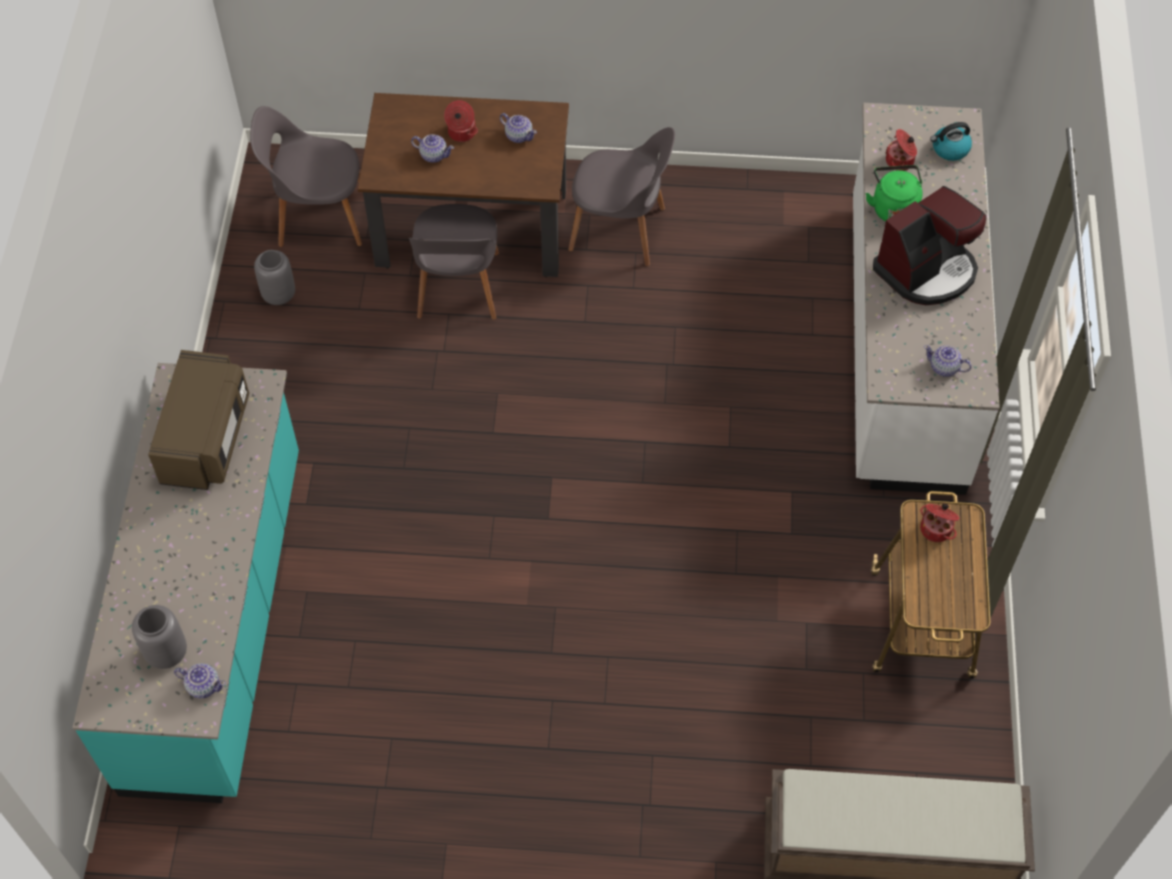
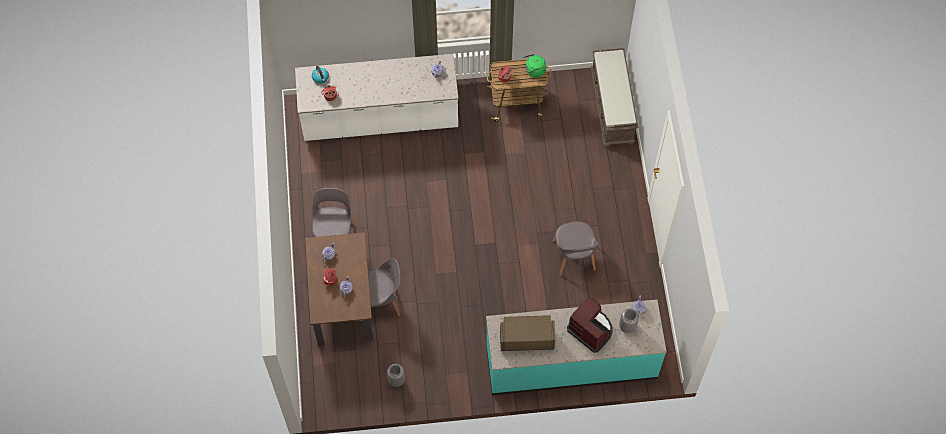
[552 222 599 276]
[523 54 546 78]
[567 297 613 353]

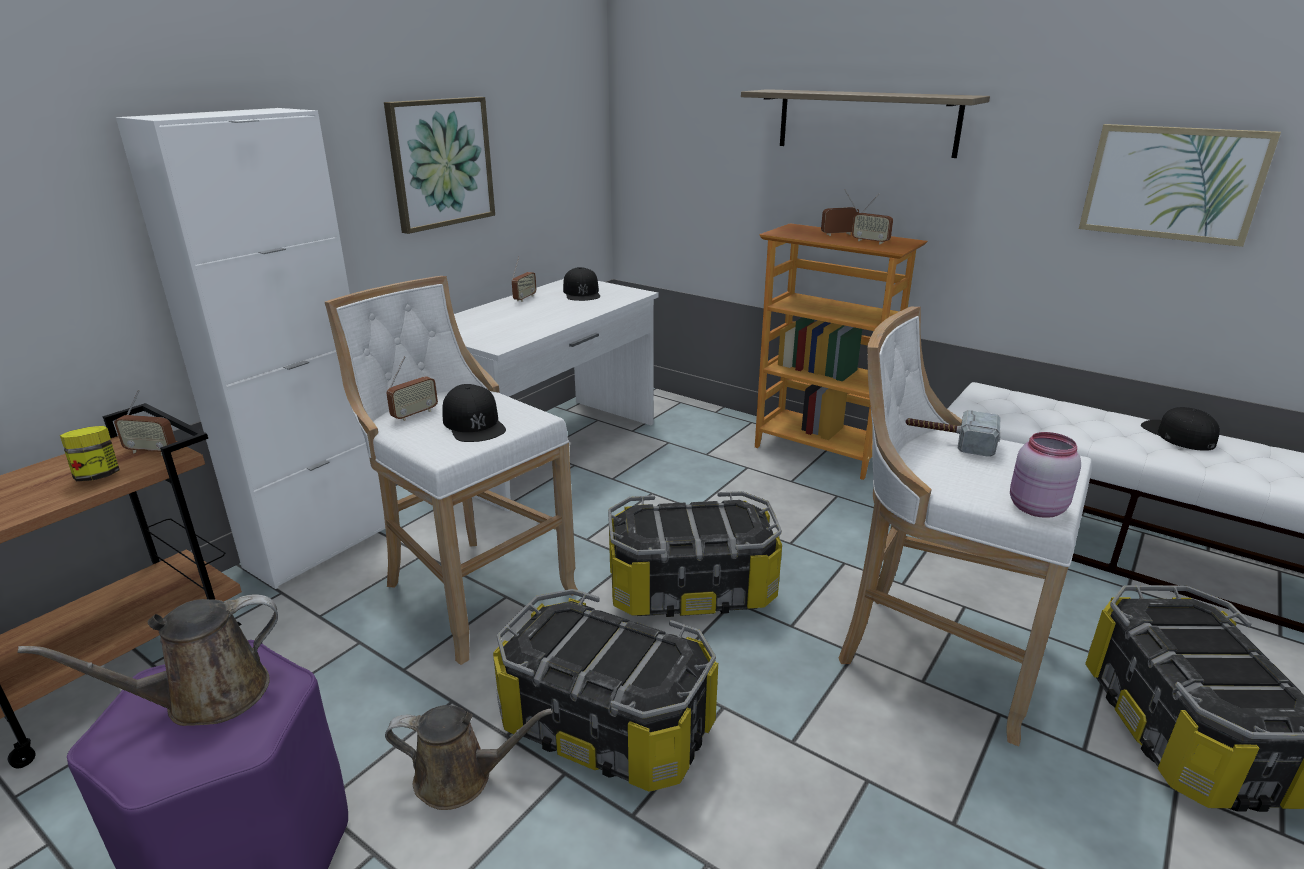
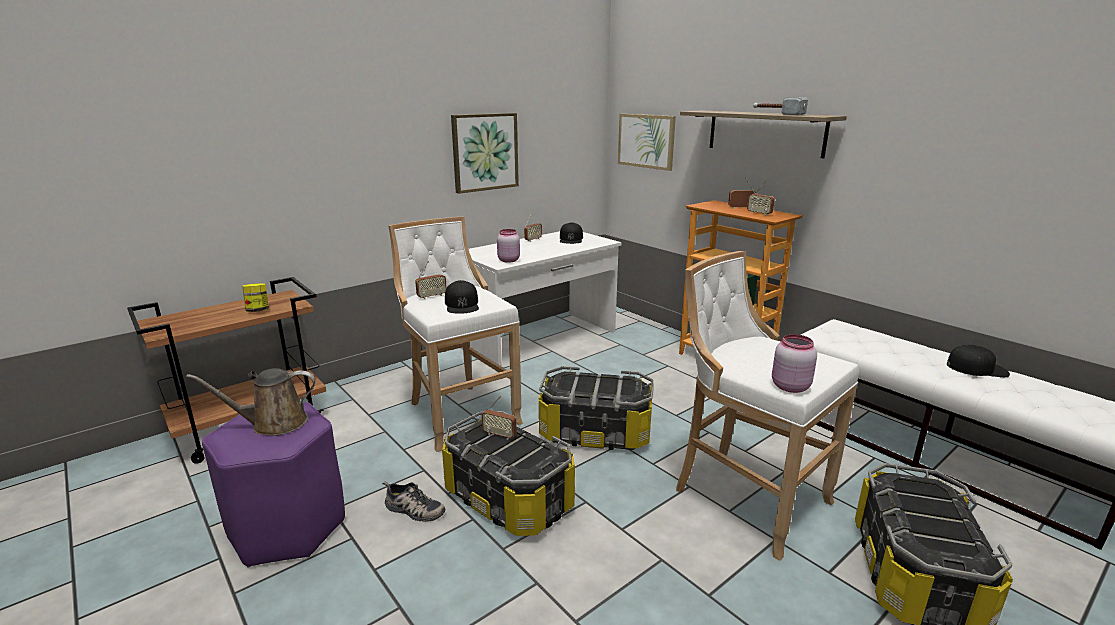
[116 108 385 589] (first image)
[497 229 520 263]
[481 396 517 440]
[753 97 808 115]
[618 114 676 171]
[382 481 445 522]
[947 345 1010 377]

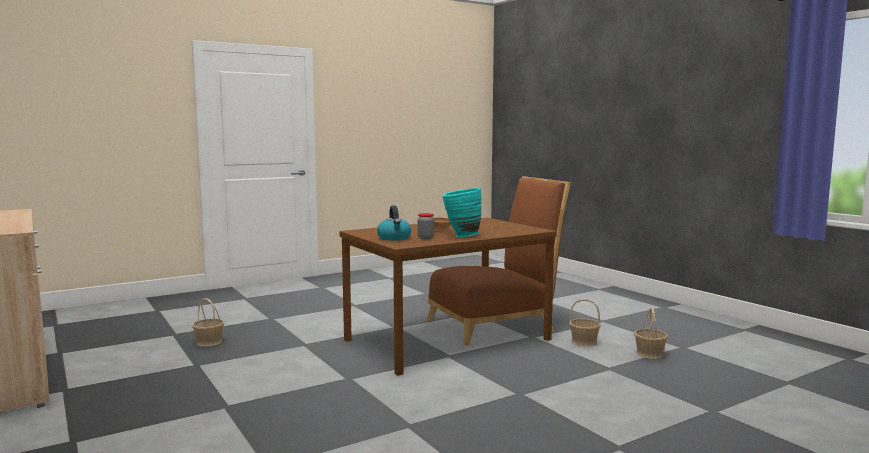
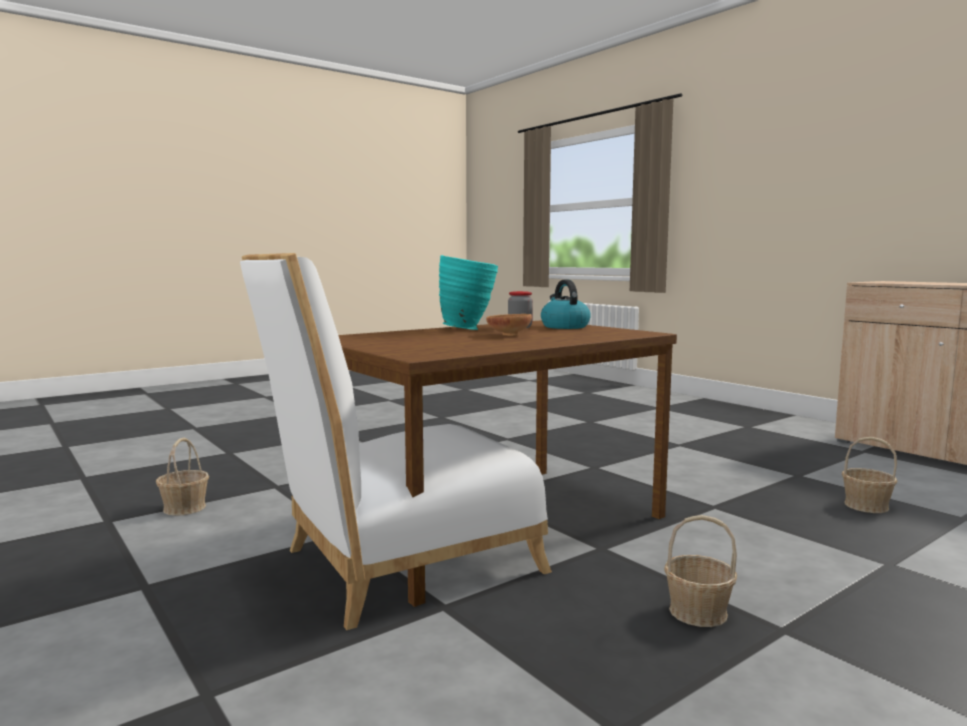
[664 515 737 627]
[240 253 552 630]

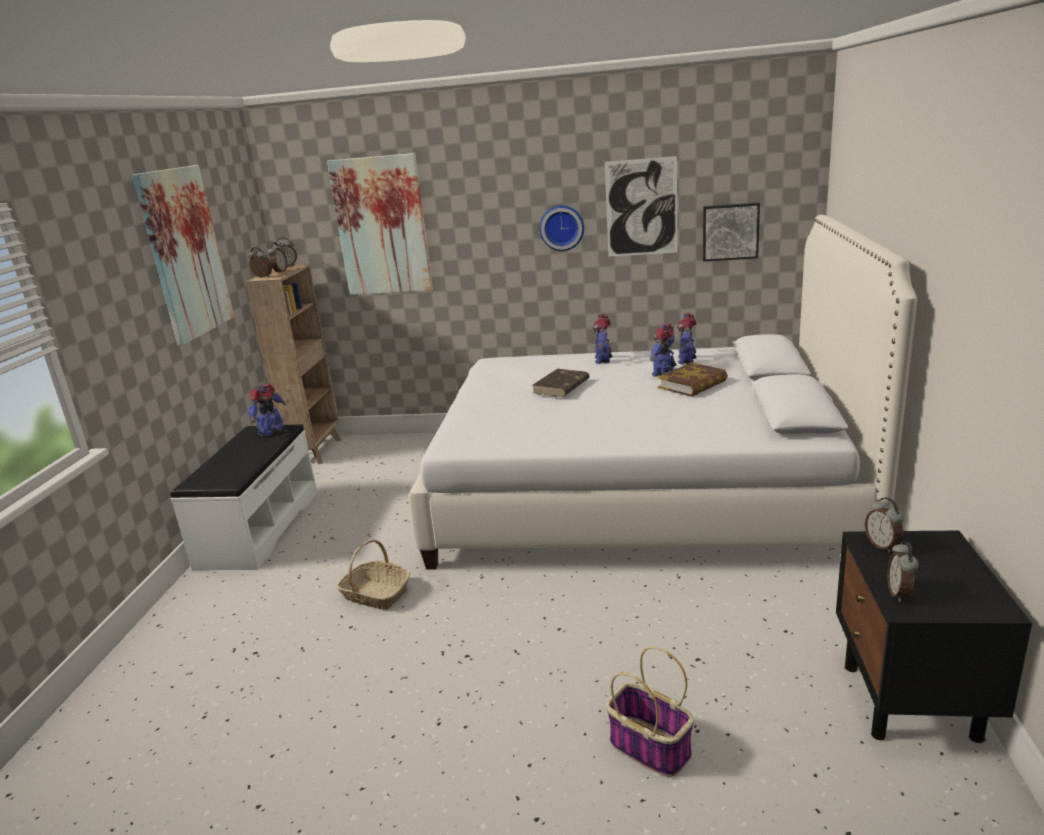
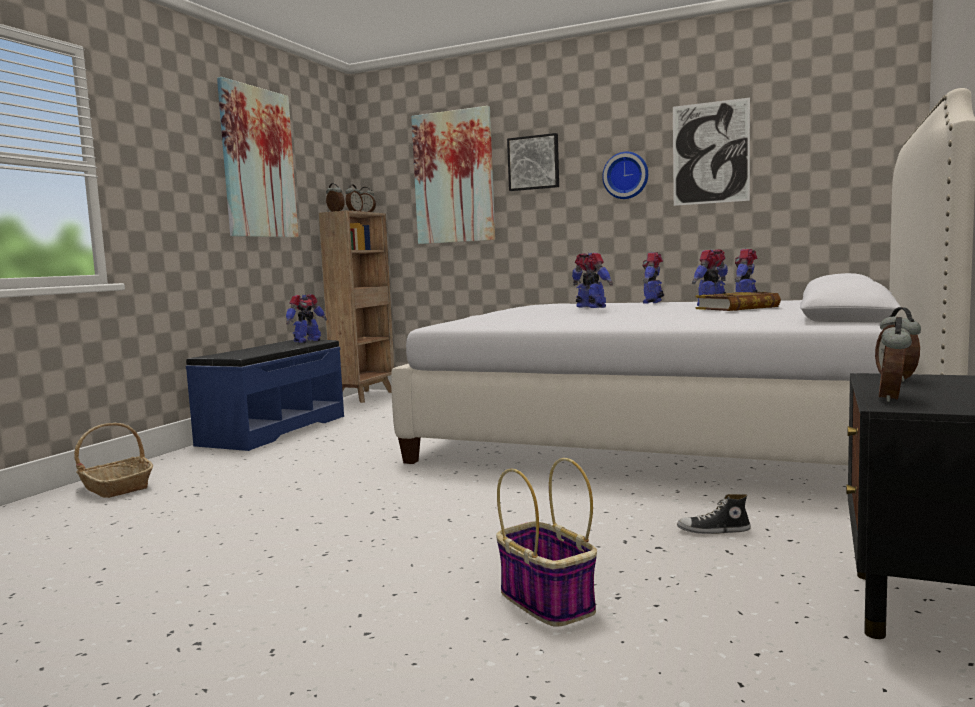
[677 494 751 534]
[74 423 153 498]
[507 133 559 191]
[572 253 613 308]
[186 340 344 451]

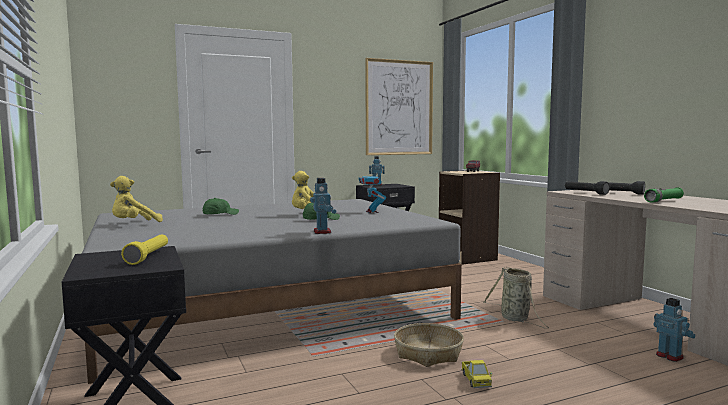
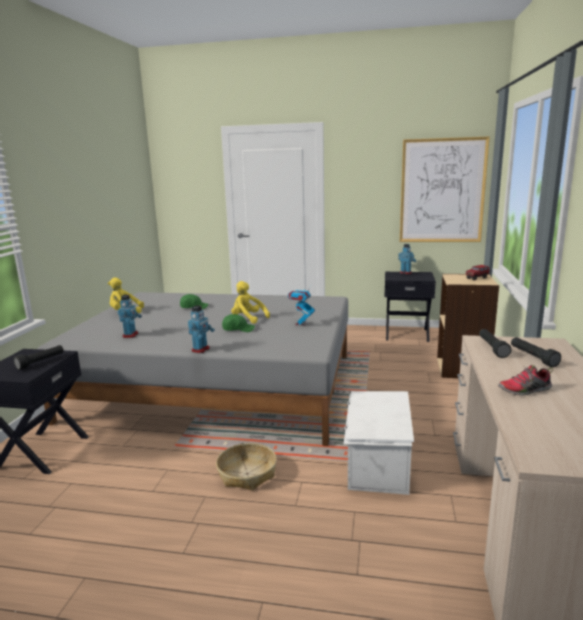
[461 360 492 388] (first image)
[118 295 142 338]
[344 391 414 495]
[498 365 553 396]
[14 345 64 370]

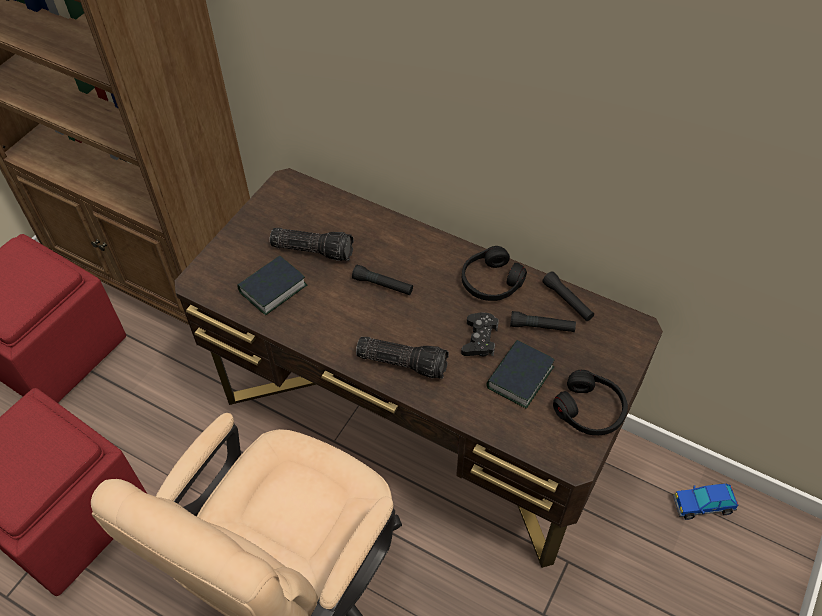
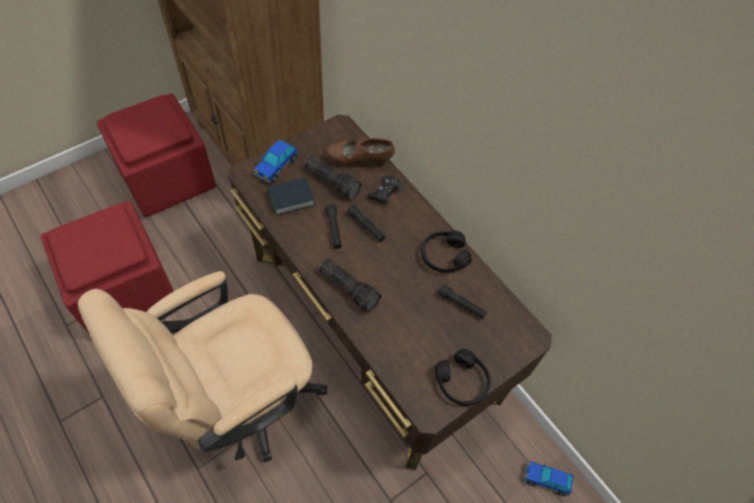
[486 340 555 408] (first image)
[254 140 298 183]
[325 137 395 165]
[368 175 402 206]
[325 205 342 249]

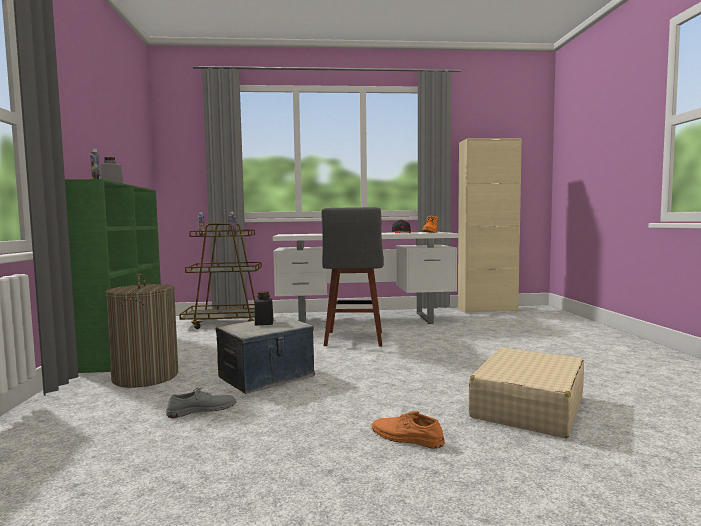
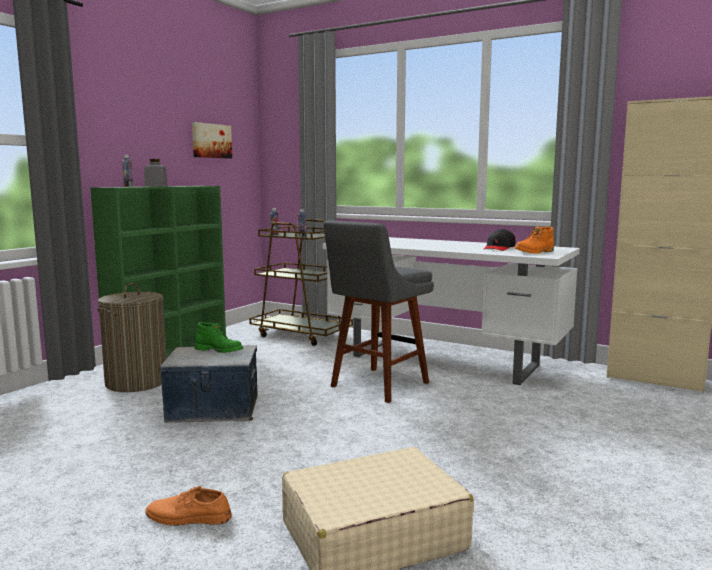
[166 387 237 418] (first image)
[192 122 232 159]
[195 322 243 353]
[146 485 232 526]

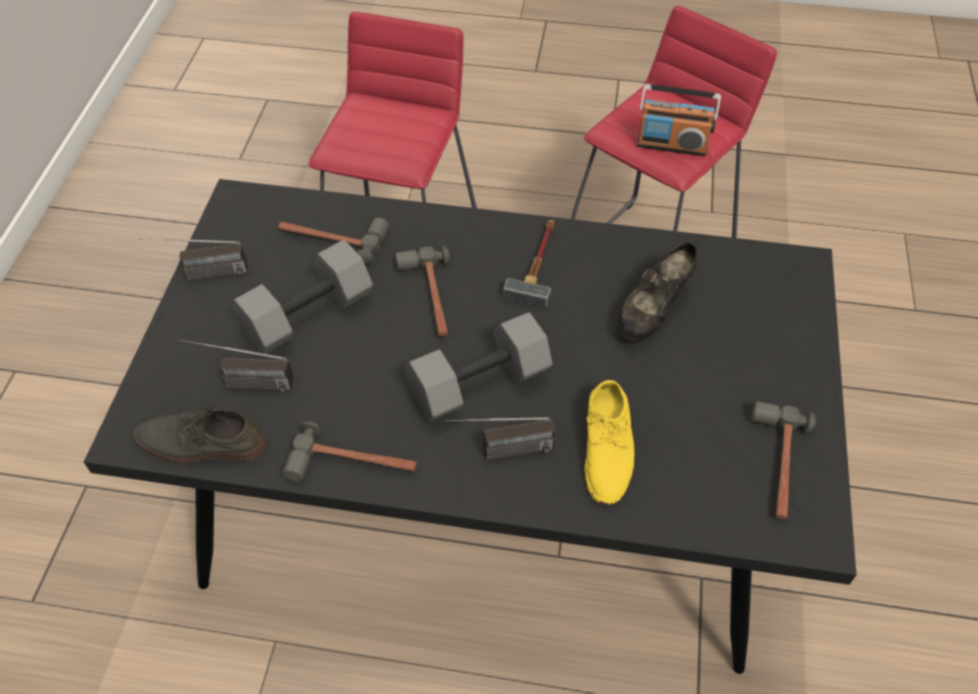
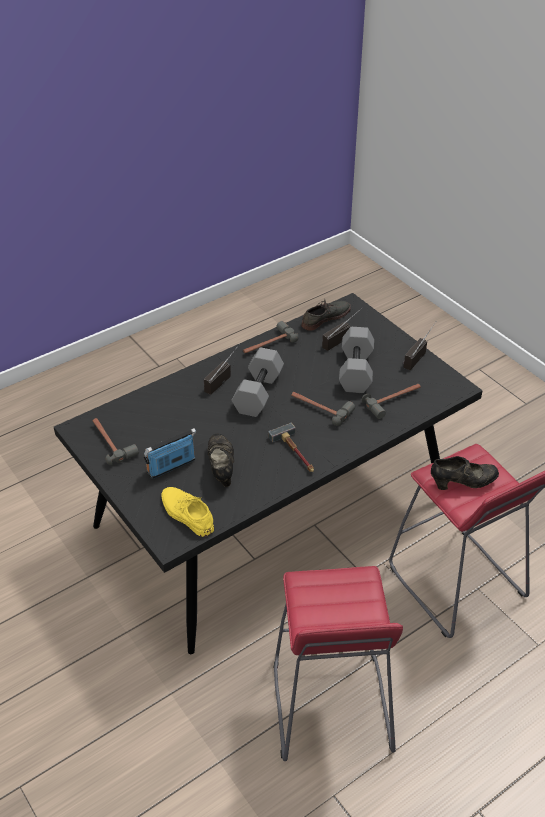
[431 456 499 490]
[161 487 214 537]
[144 428 196 479]

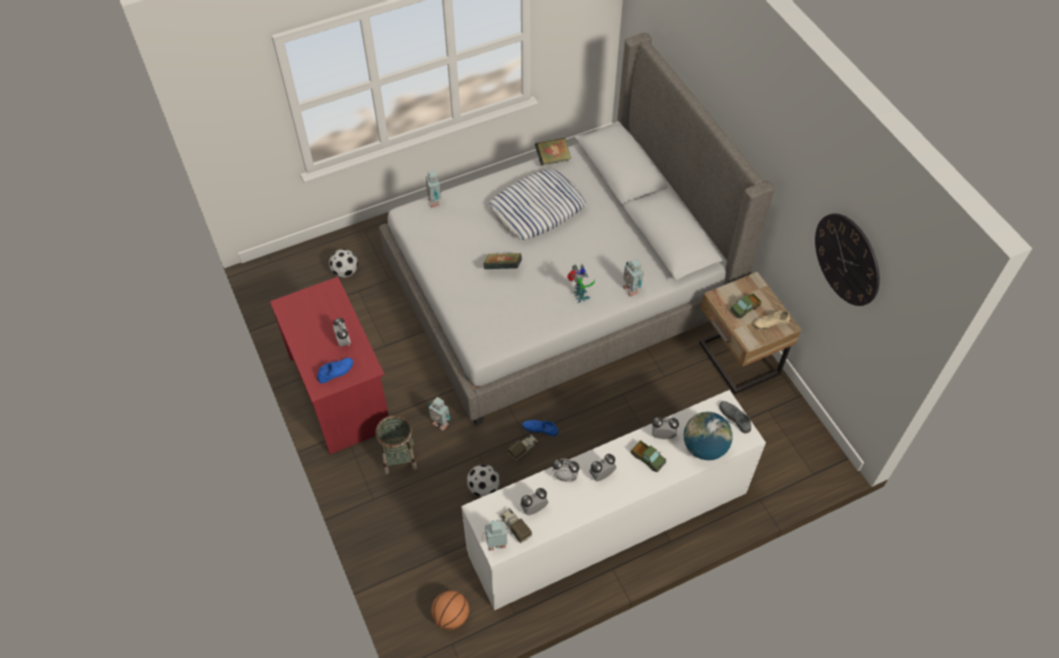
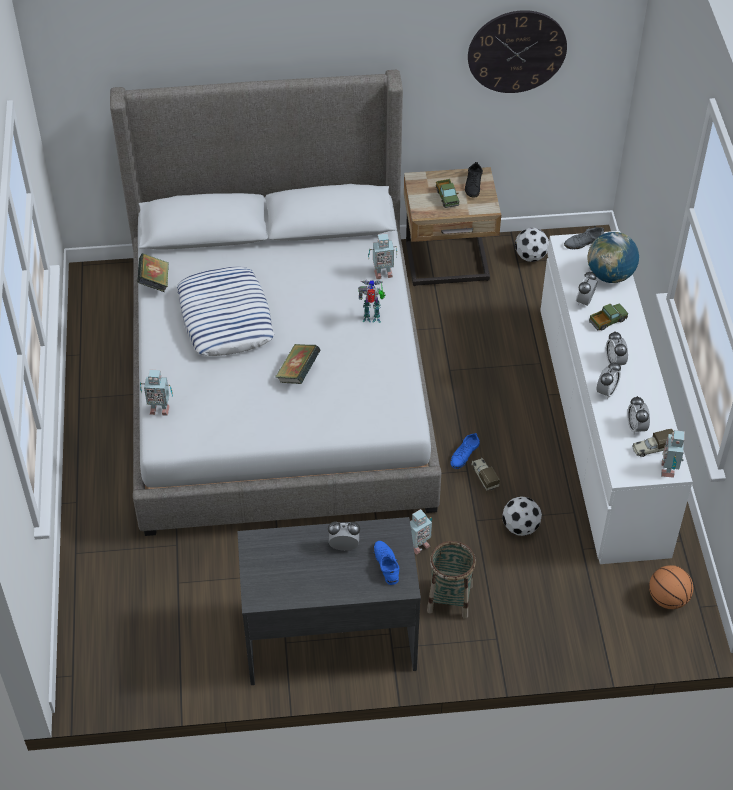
[515 228 549 262]
[237 517 421 685]
[465 162 483 198]

